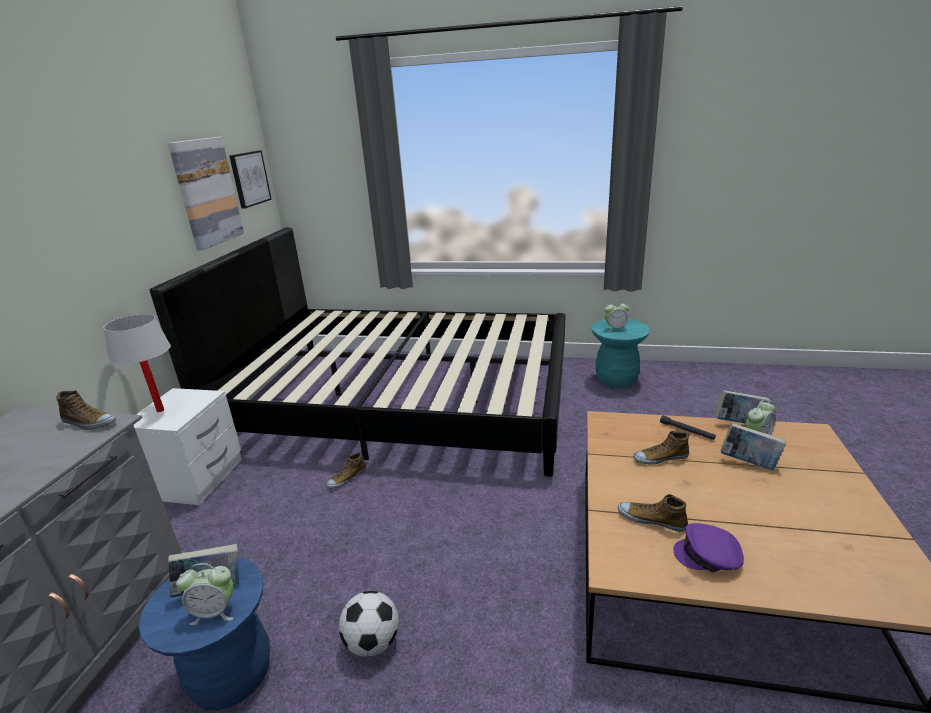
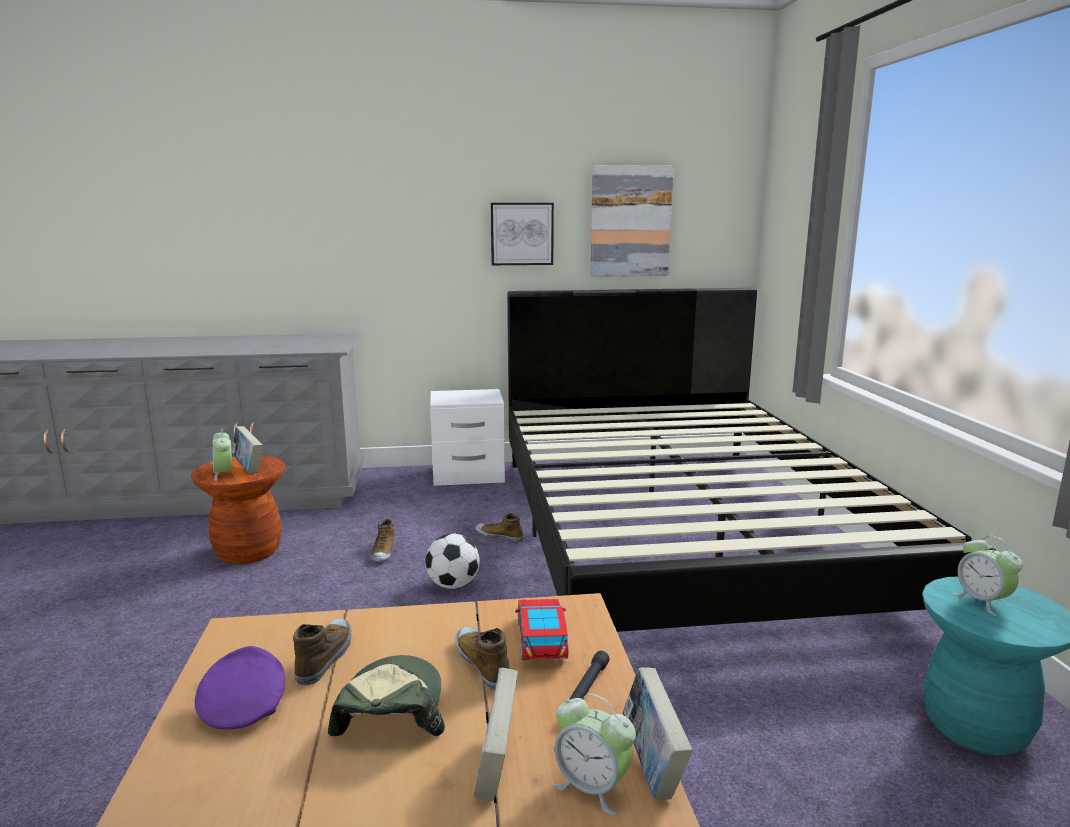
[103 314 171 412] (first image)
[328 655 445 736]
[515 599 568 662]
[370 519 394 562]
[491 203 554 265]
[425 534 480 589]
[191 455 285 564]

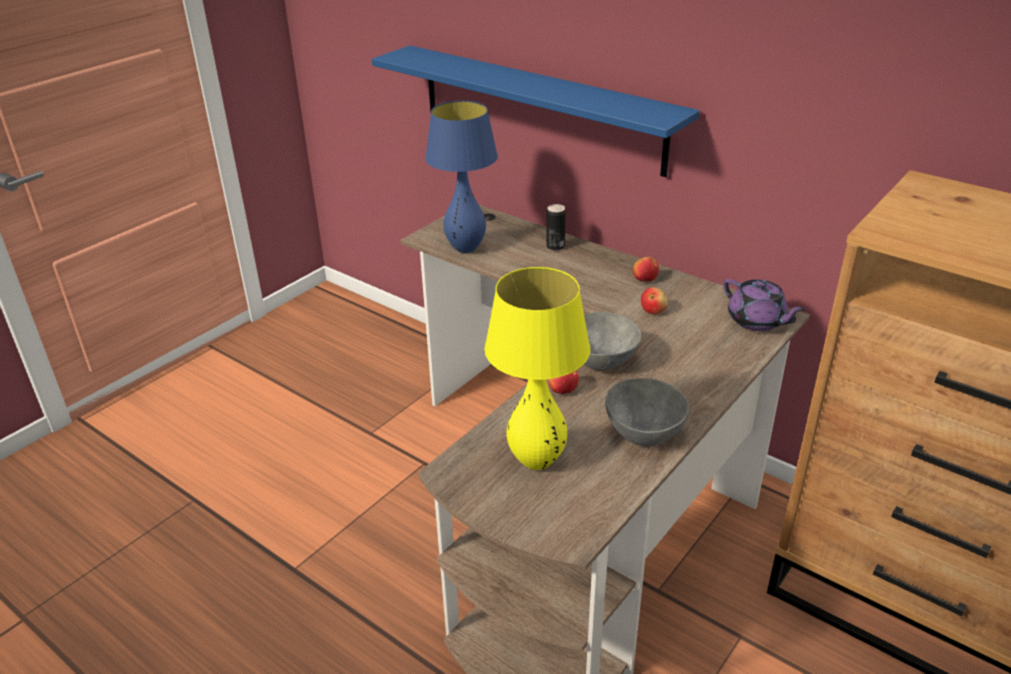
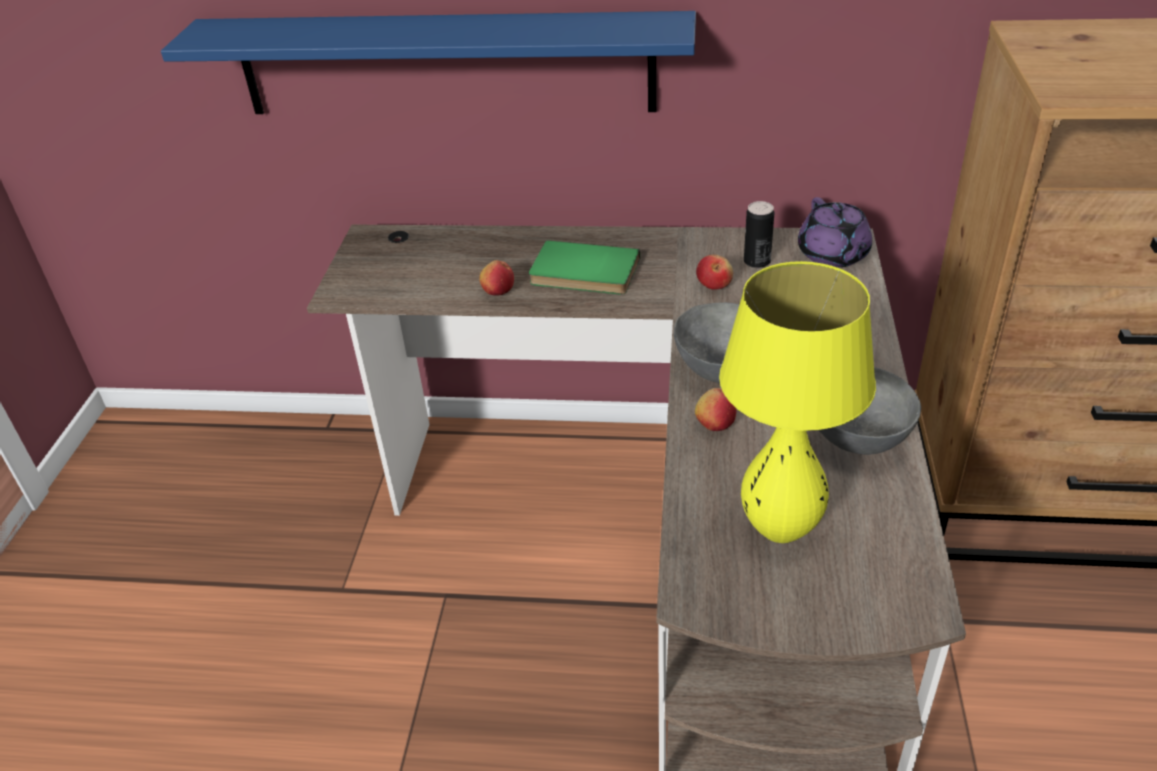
[425 101 498 253] (first image)
[529 240 640 294]
[744 201 774 268]
[479 260 514 295]
[798 197 872 267]

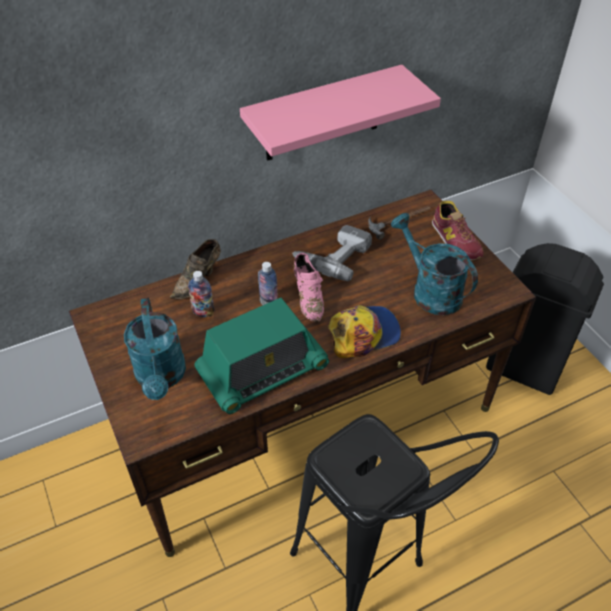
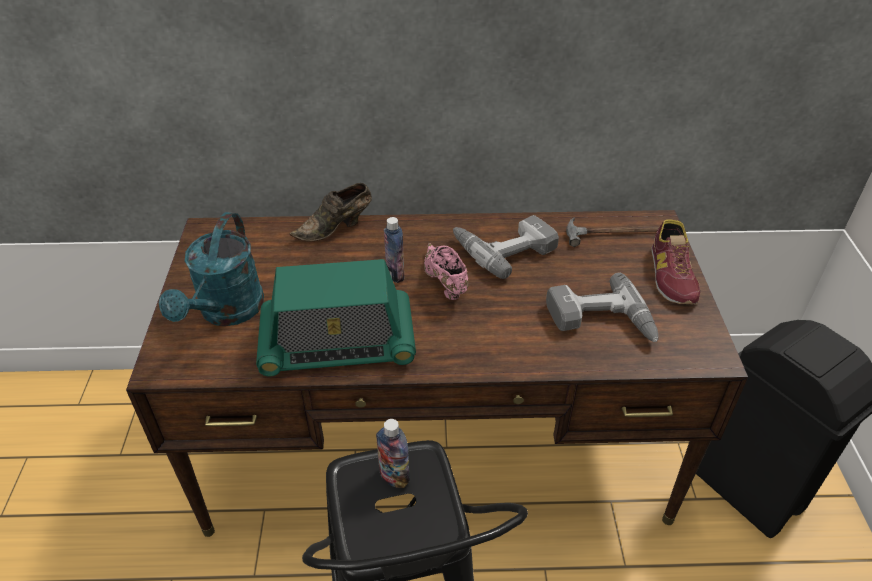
[240 65 441 161] (first image)
[328 305 401 358] (first image)
[376 419 410 488]
[546 273 658 342]
[424 243 469 300]

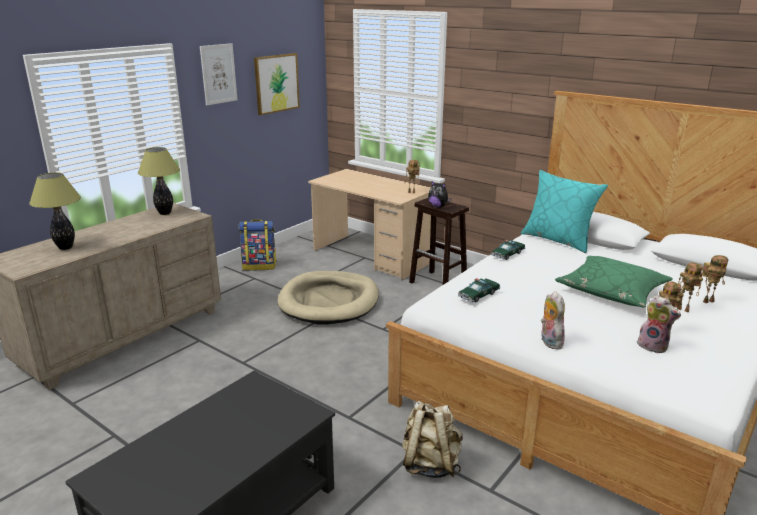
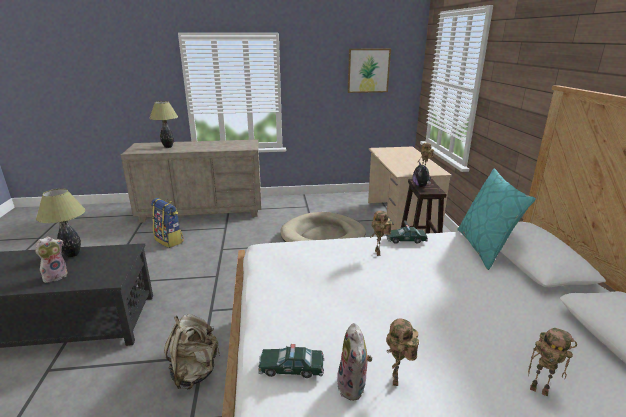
[200 43 237 105] (first image)
[555 256 673 307] (first image)
[36 188 85 257]
[151 198 184 248]
[258 344 324 378]
[36 236 68 283]
[371 211 392 256]

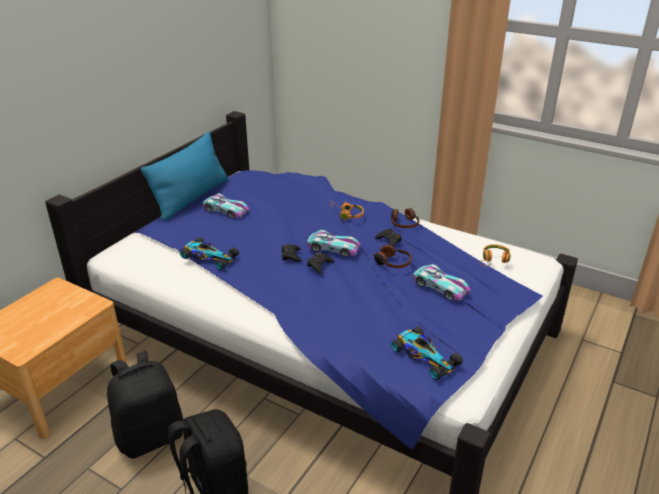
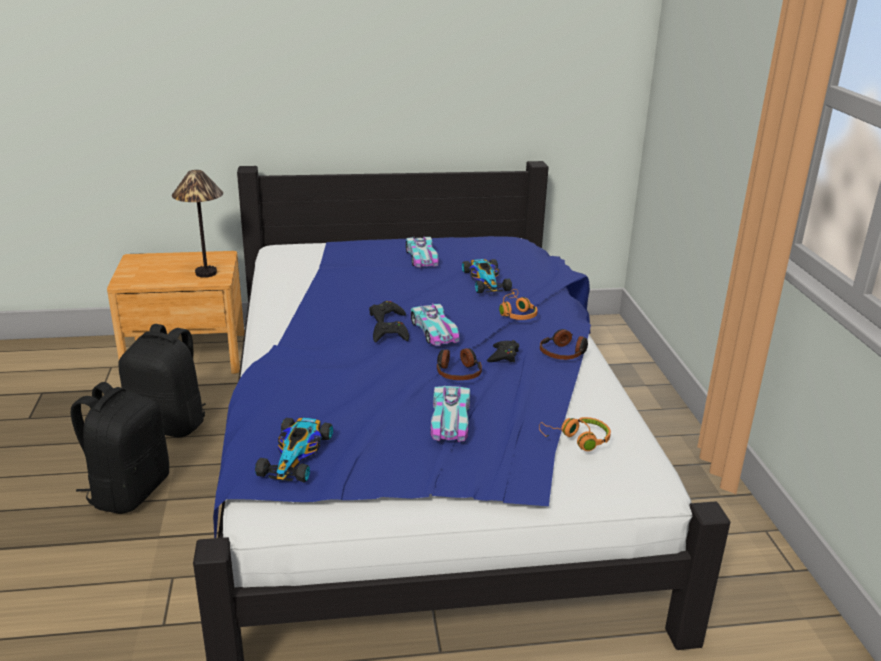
[141 132 228 222] (first image)
[172 170 223 278]
[462 259 512 293]

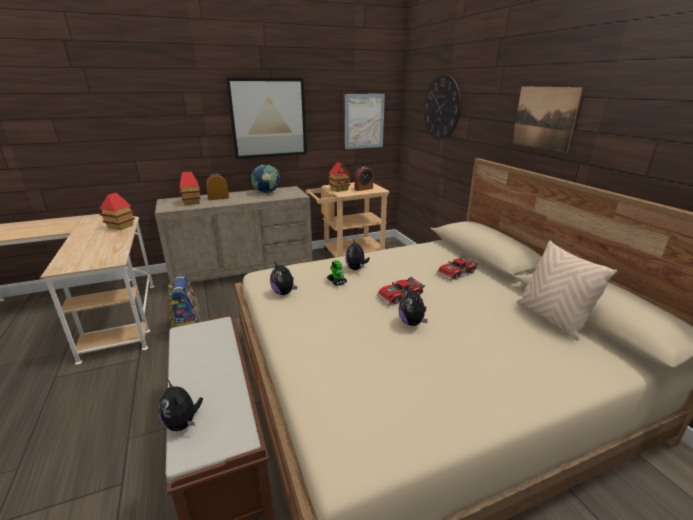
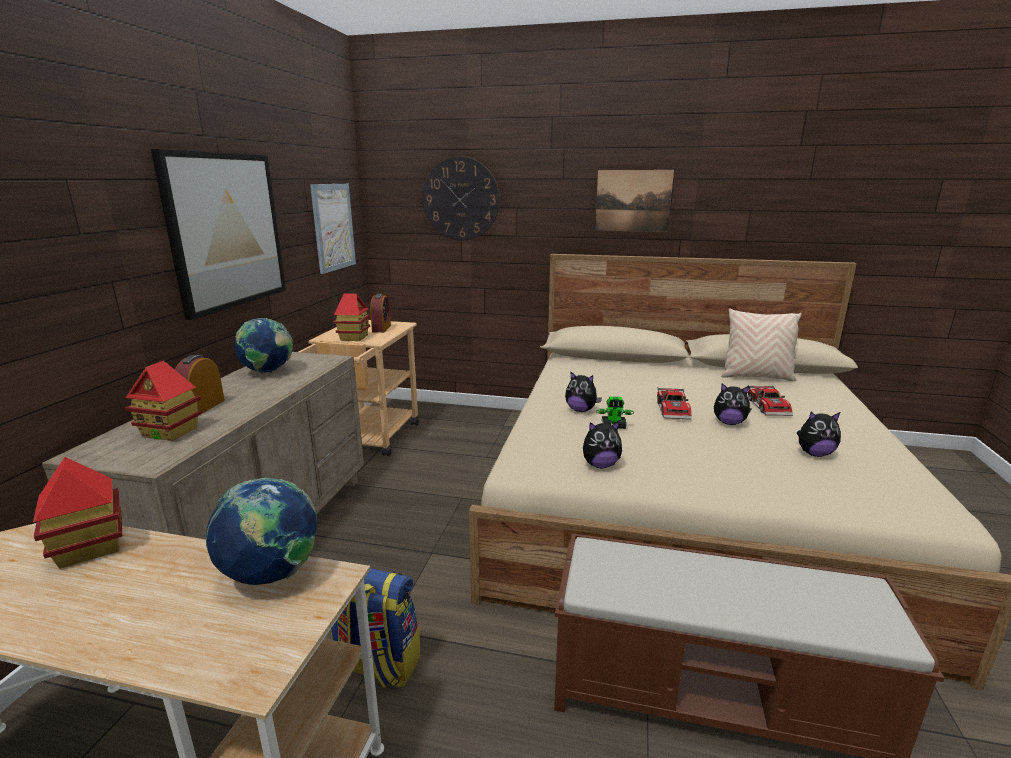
[206 478 317 585]
[796 412 841 457]
[748 385 793 416]

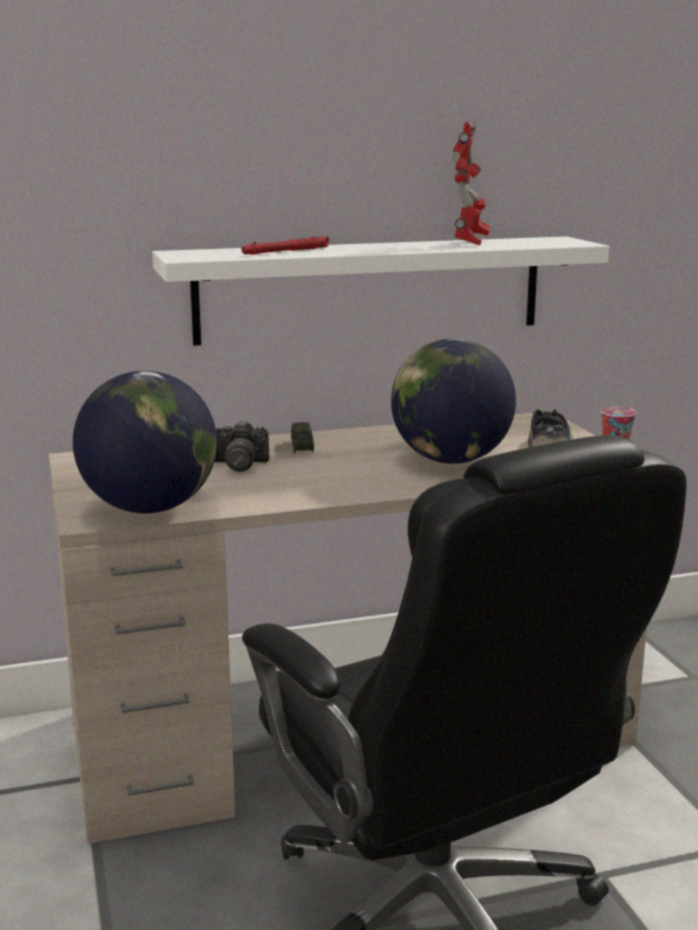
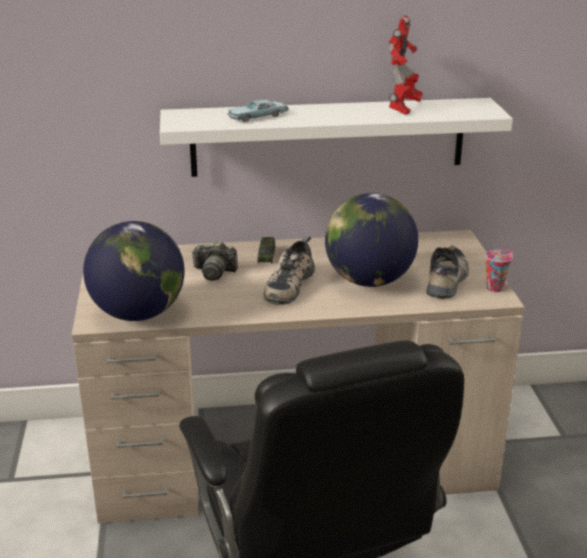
[263 236 315 305]
[227 100 289 122]

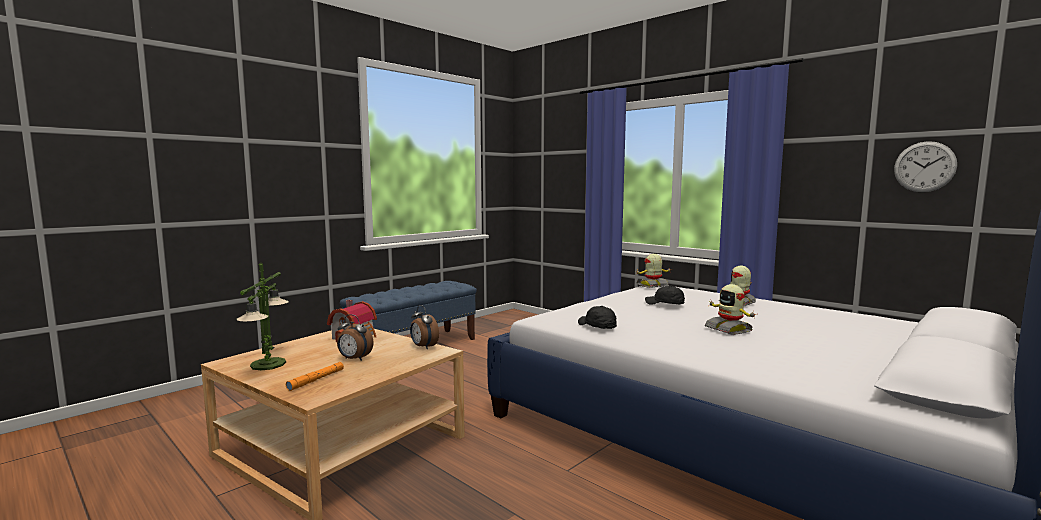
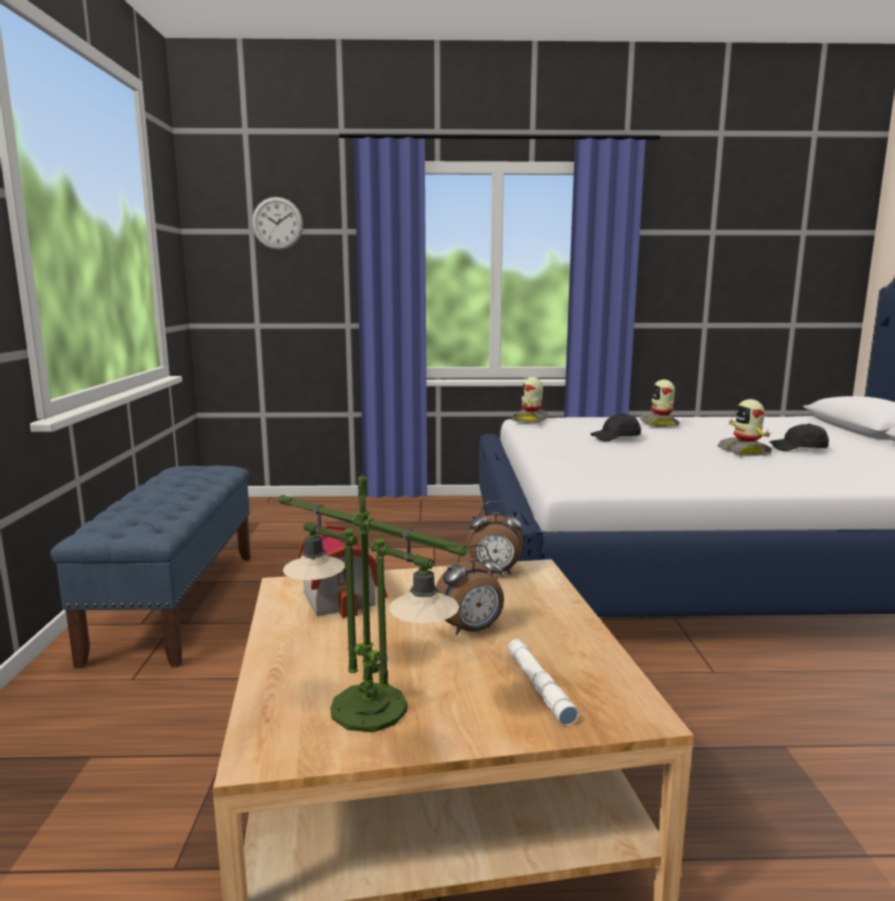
[769 424 829 451]
[252 197 303 250]
[508 639 579 726]
[717 399 772 456]

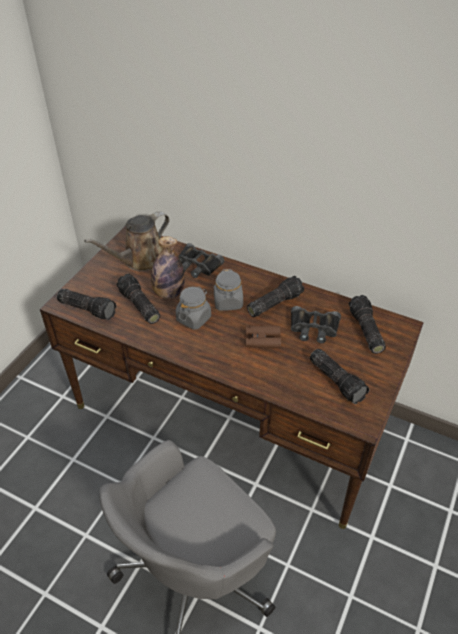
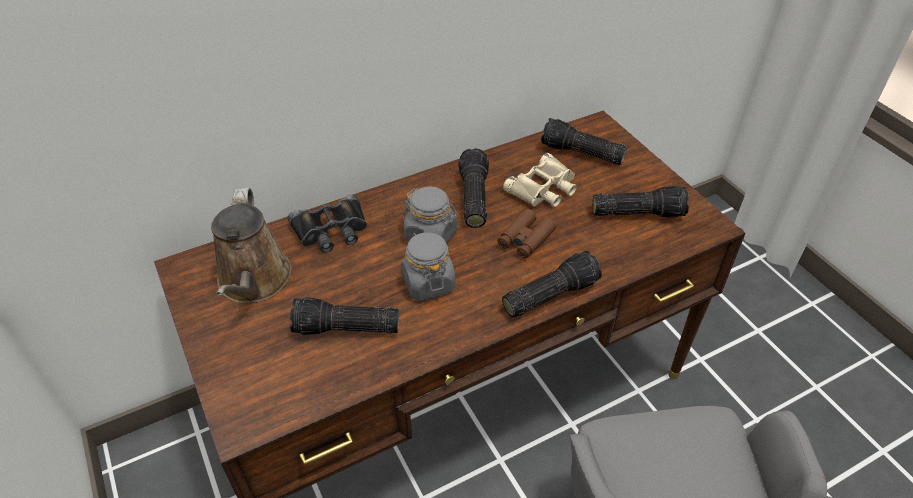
[151 236 185 299] (first image)
[502 251 602 317]
[503 153 577 207]

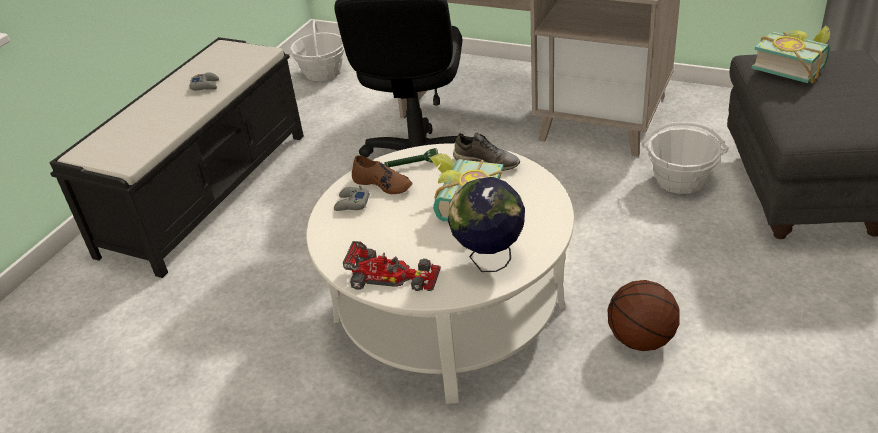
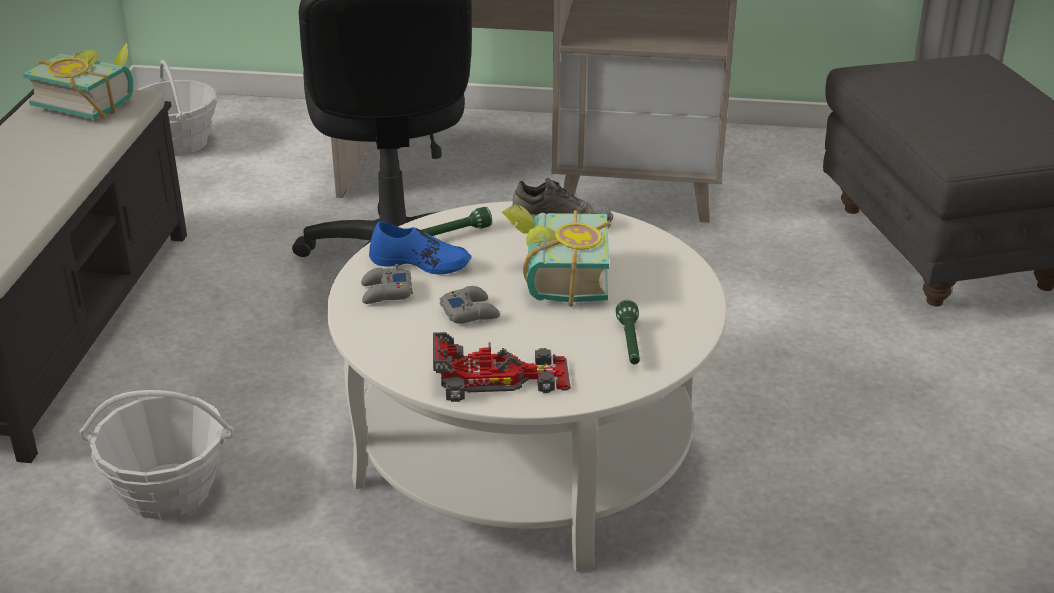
[608 280 680 351] (first image)
[440 286 500 323]
[79 390 234 519]
[23 42 133 119]
[616 300 640 364]
[369 222 472 275]

